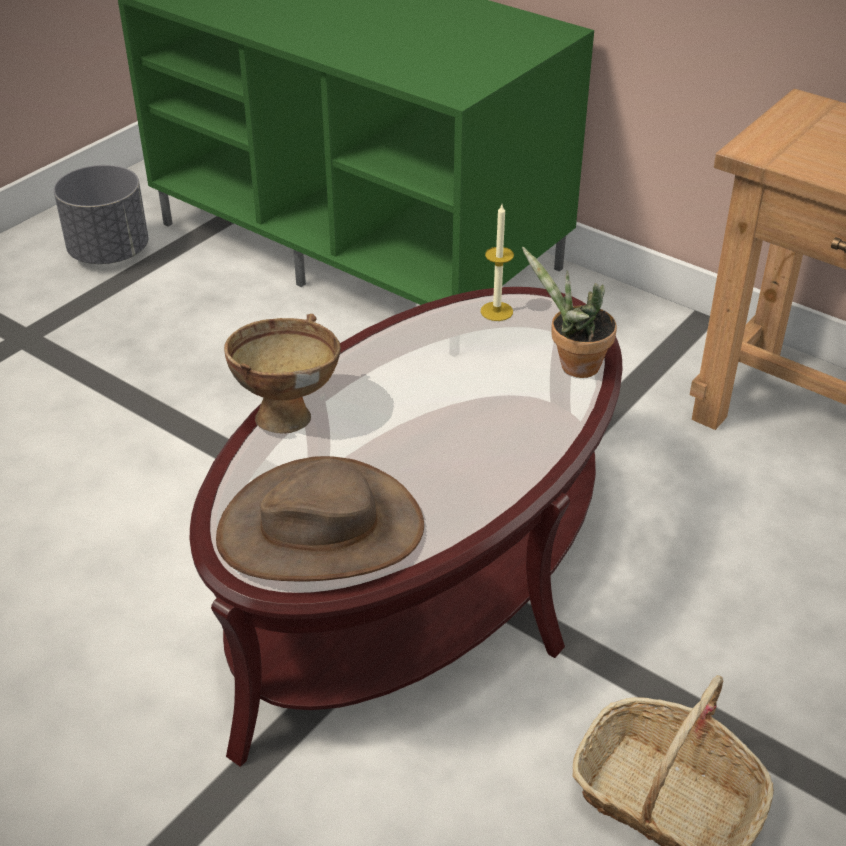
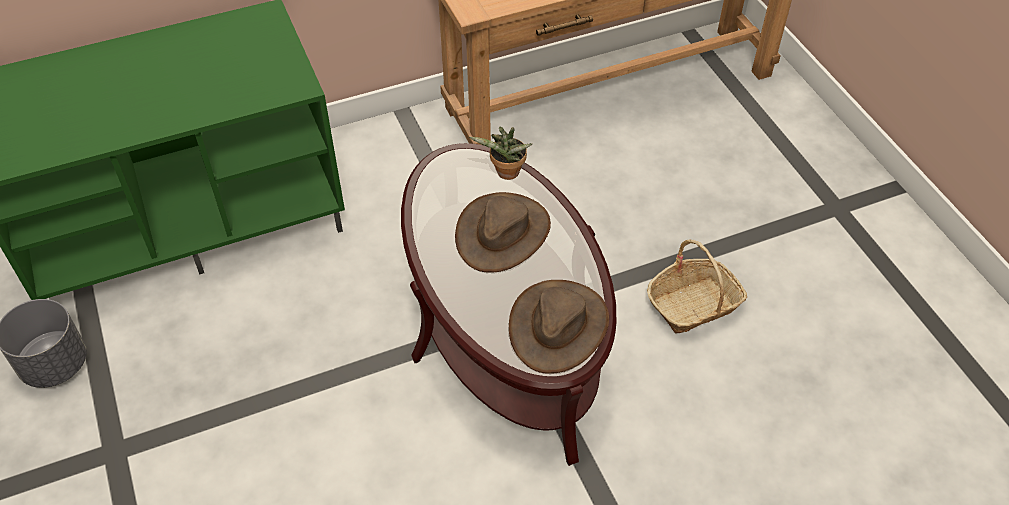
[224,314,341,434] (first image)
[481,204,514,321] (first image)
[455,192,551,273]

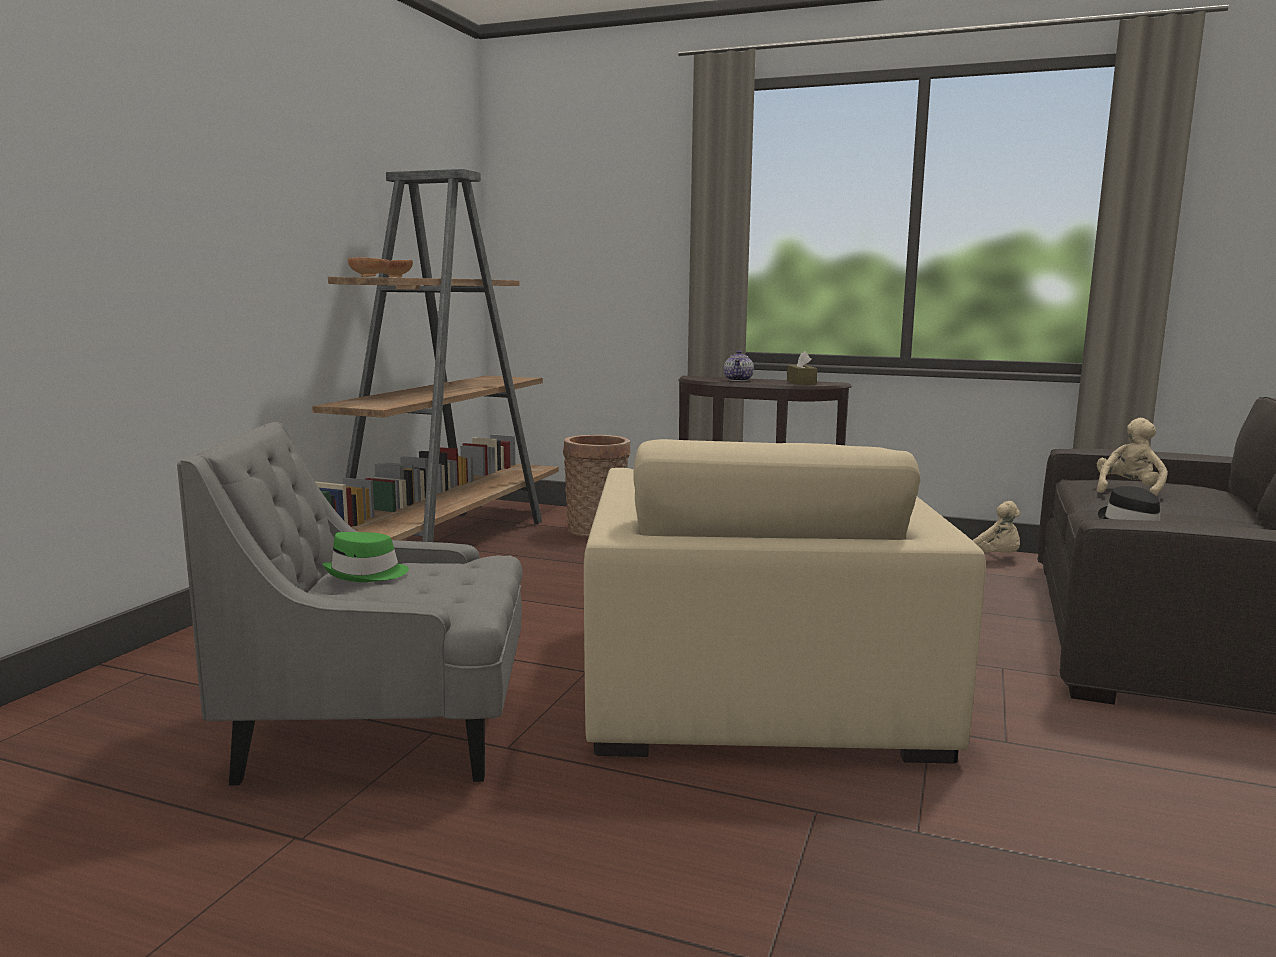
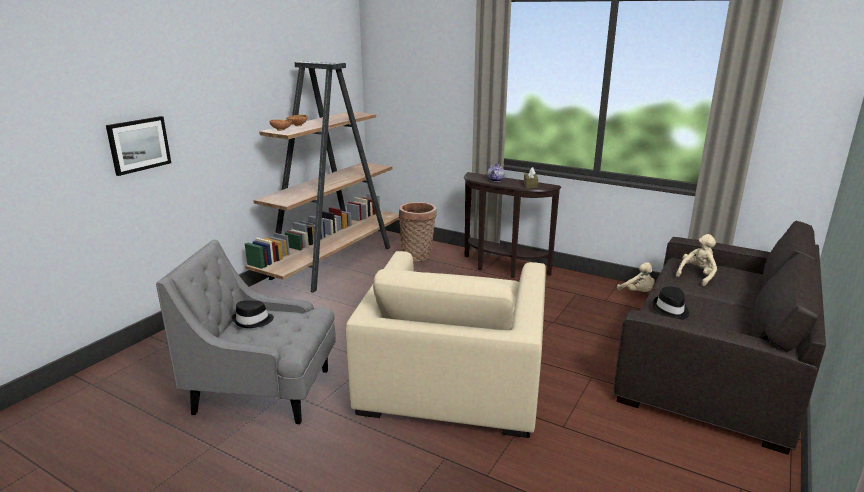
[106,116,171,176]
[231,301,274,328]

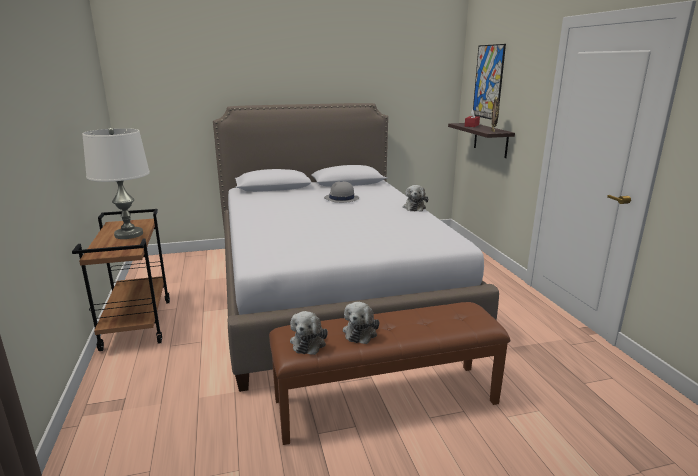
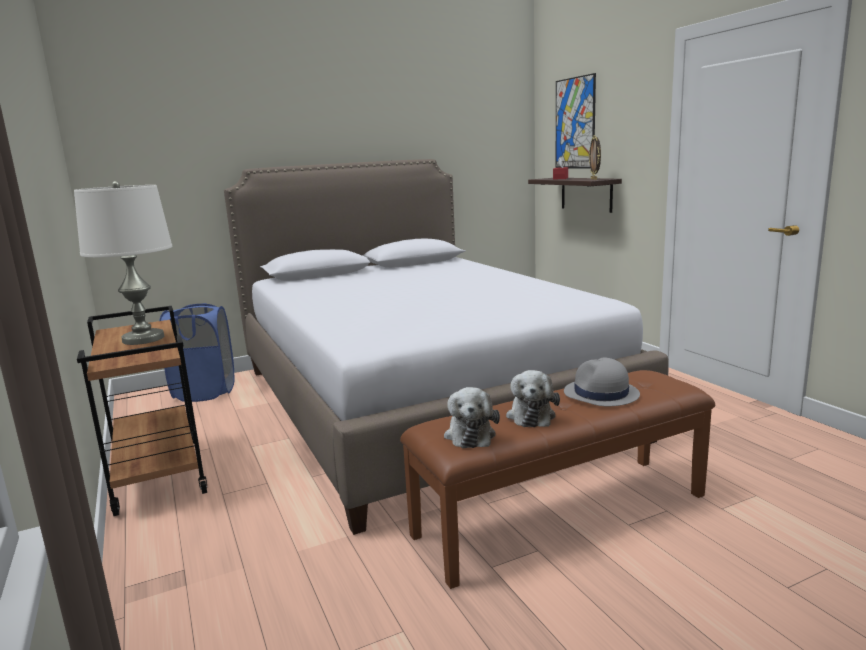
[403,185,428,212] (first image)
[159,303,235,402]
[564,357,640,406]

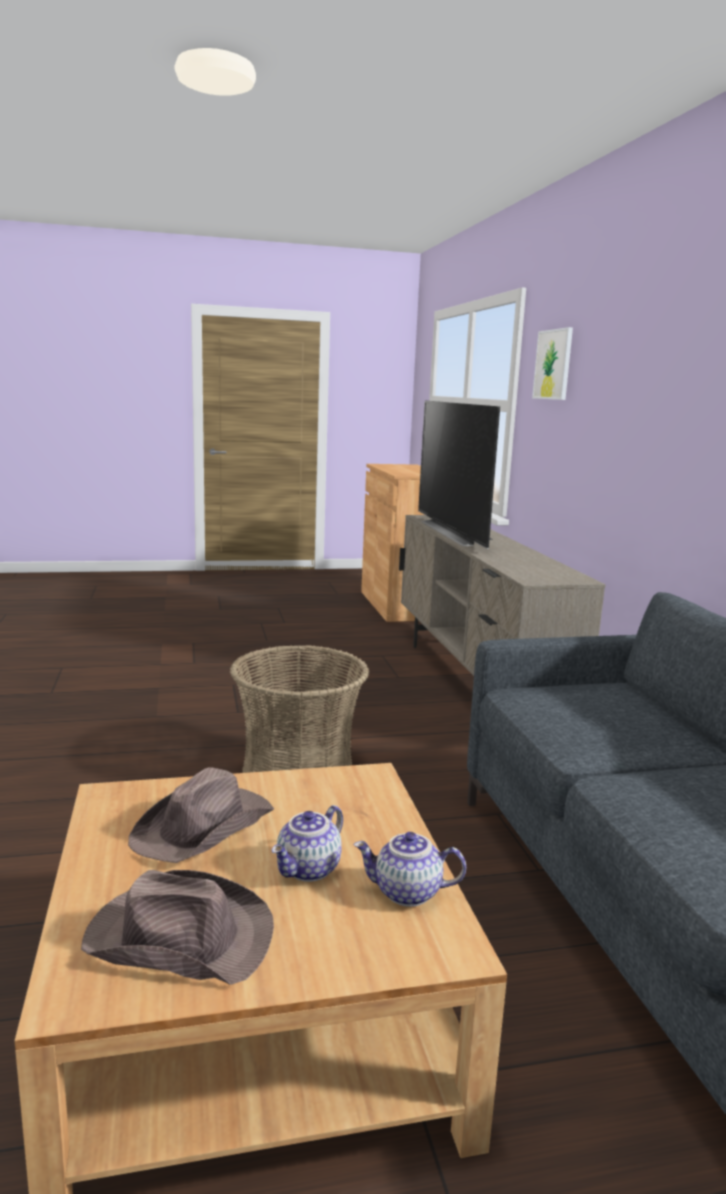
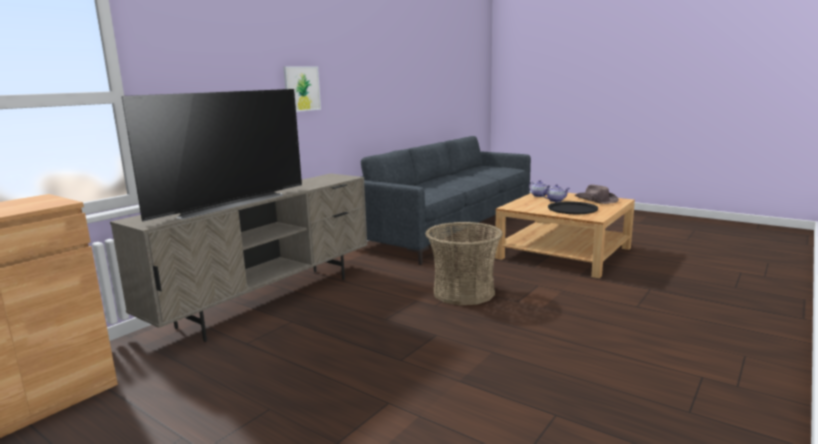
[284,66,321,112]
[548,201,598,214]

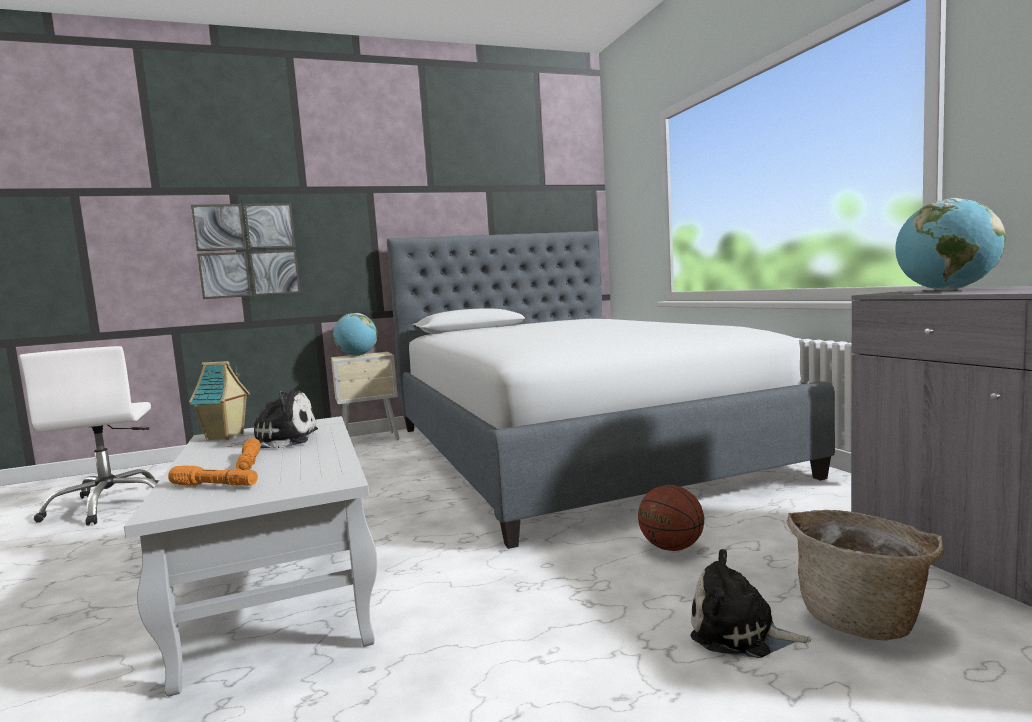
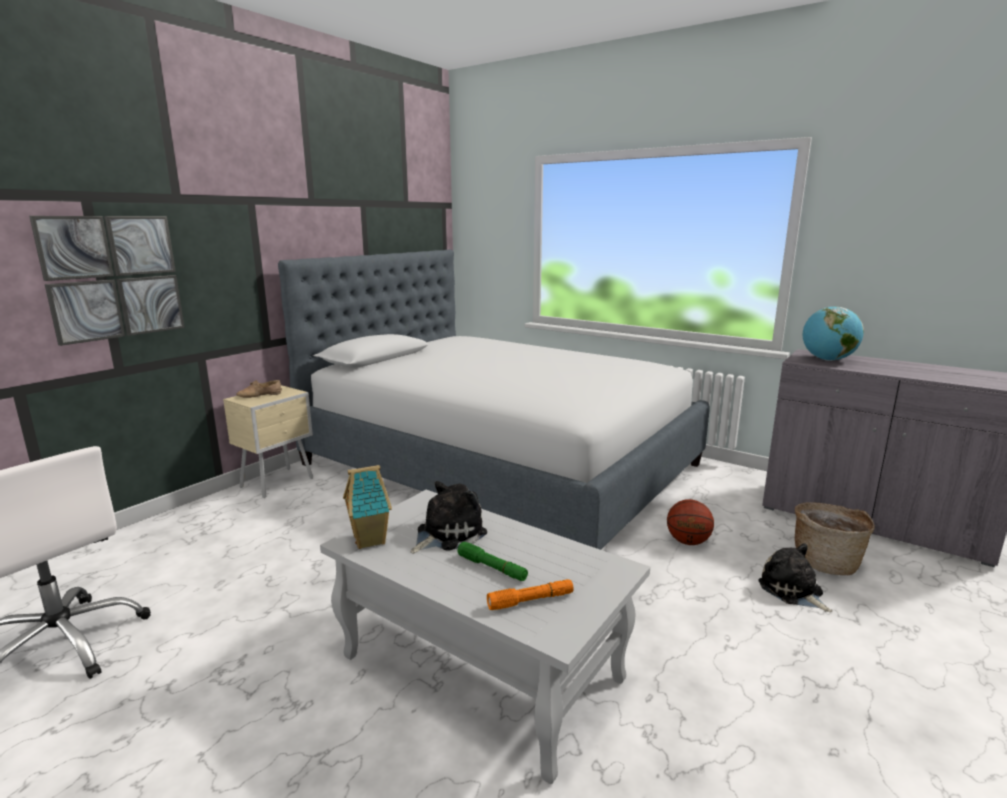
[236,380,282,398]
[457,542,528,581]
[758,543,832,612]

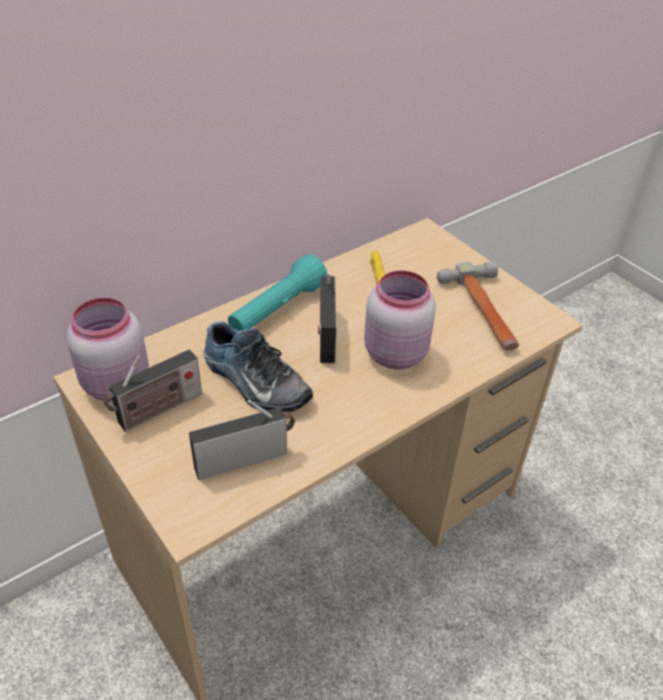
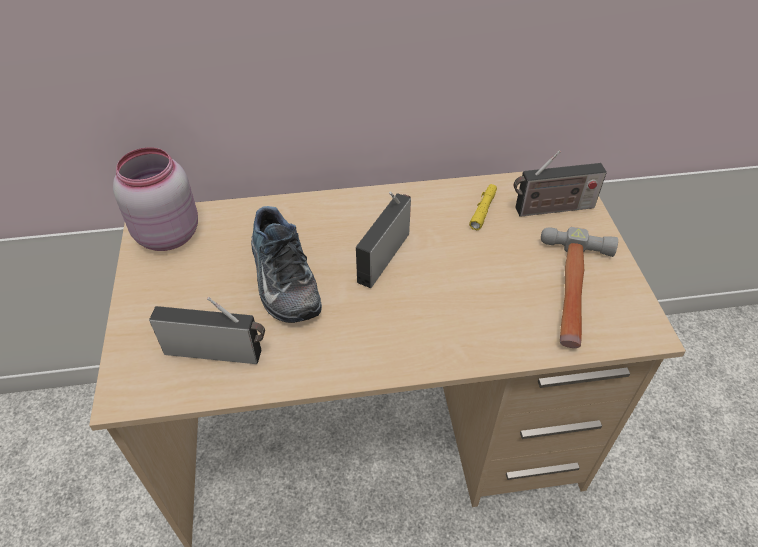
[228,254,327,331] (first image)
[364,270,436,369] (first image)
[514,150,607,217]

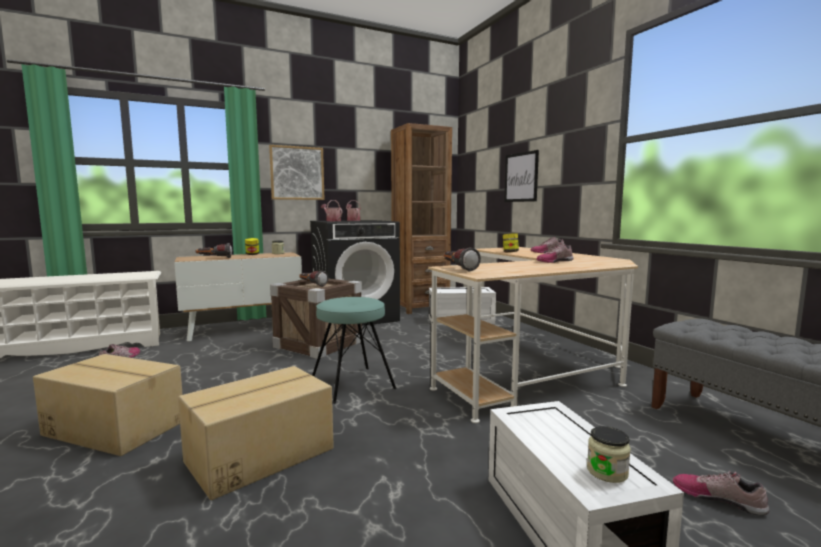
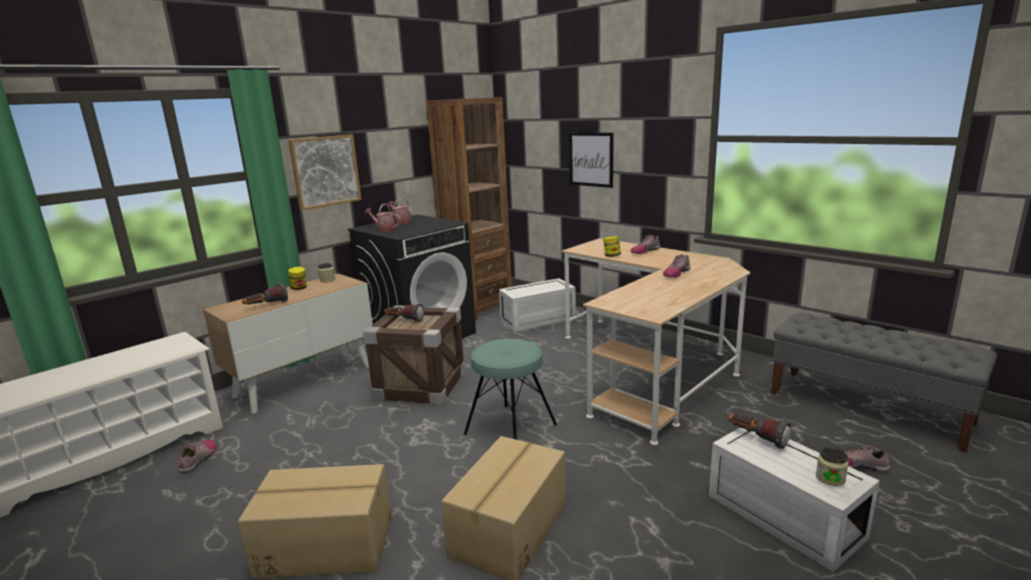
[728,414,791,449]

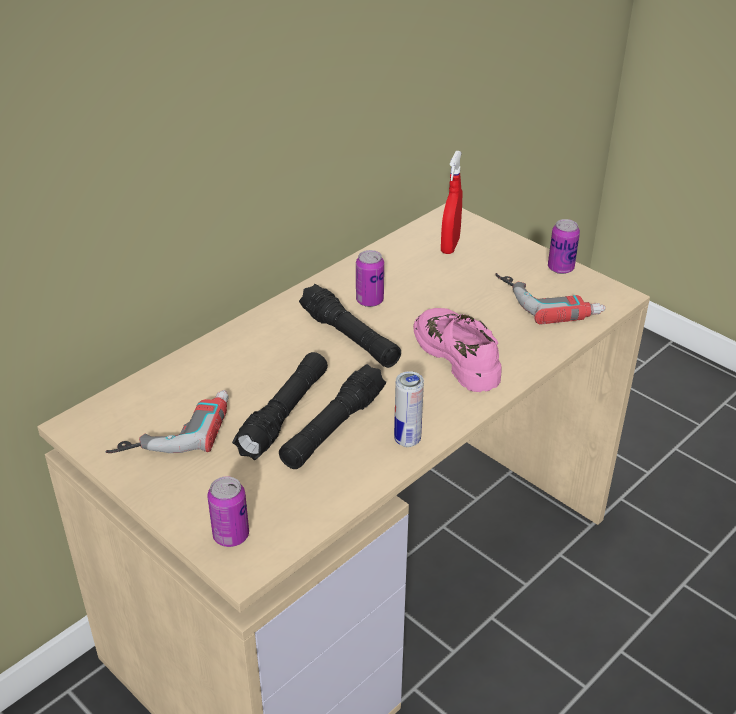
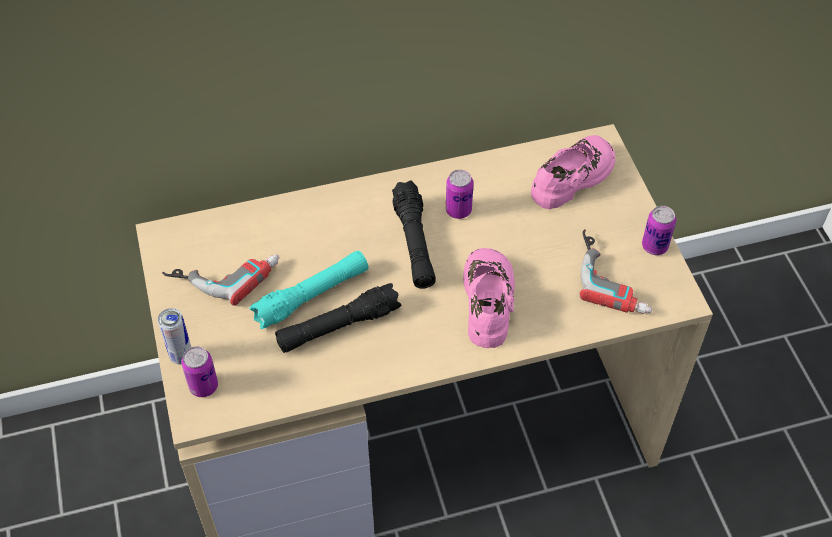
[158,308,191,365]
[531,135,615,209]
[249,250,369,329]

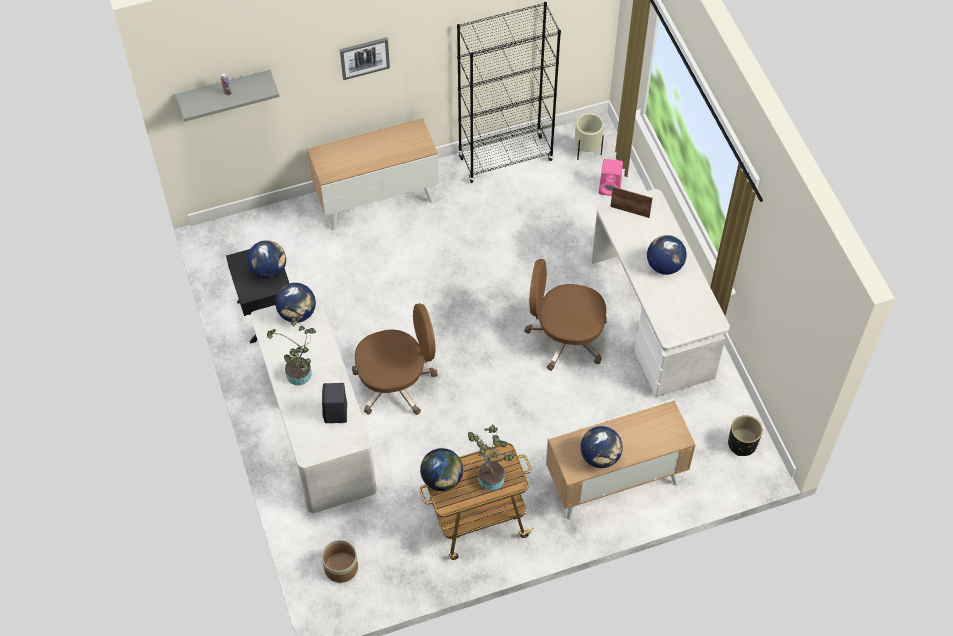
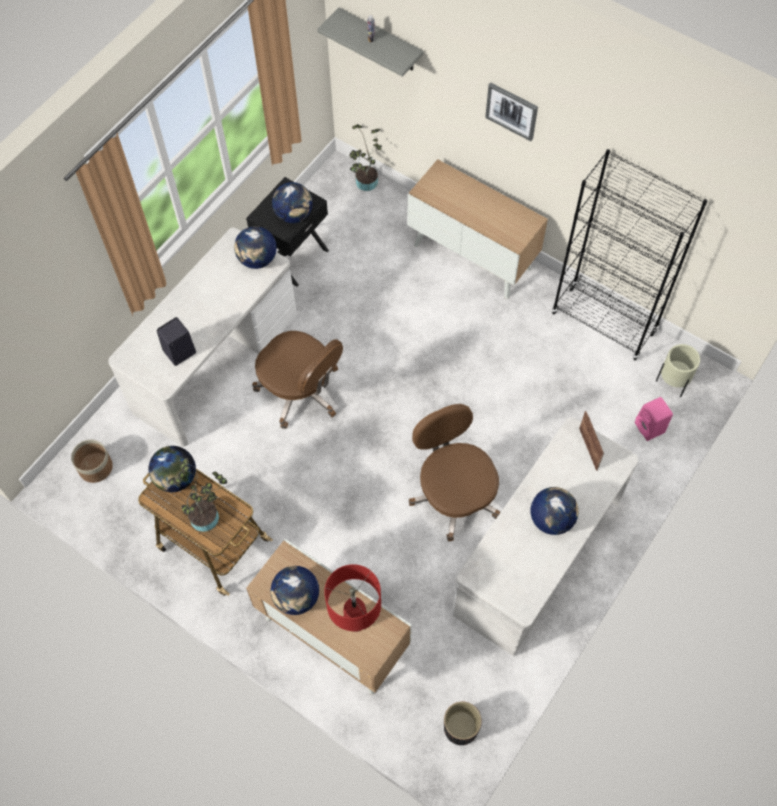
[324,564,381,632]
[349,124,382,191]

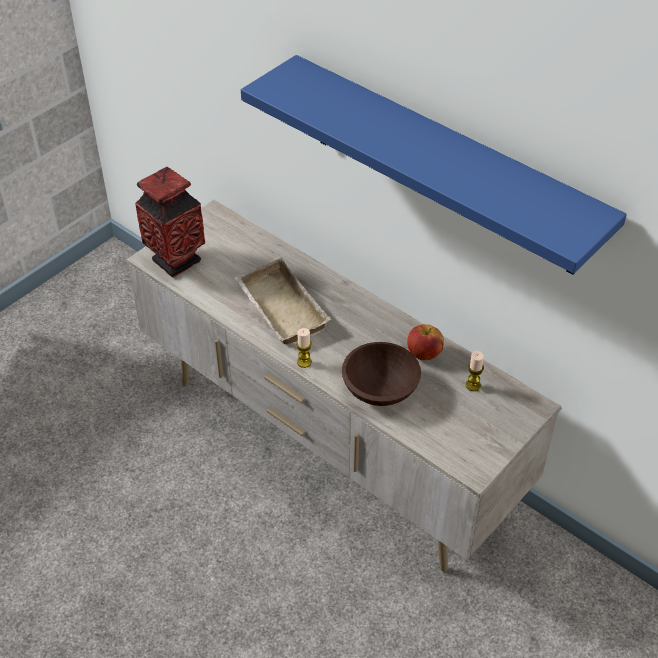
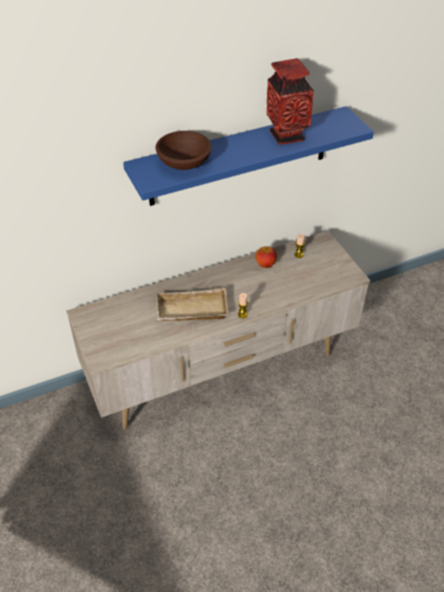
[267,58,314,145]
[155,131,212,170]

